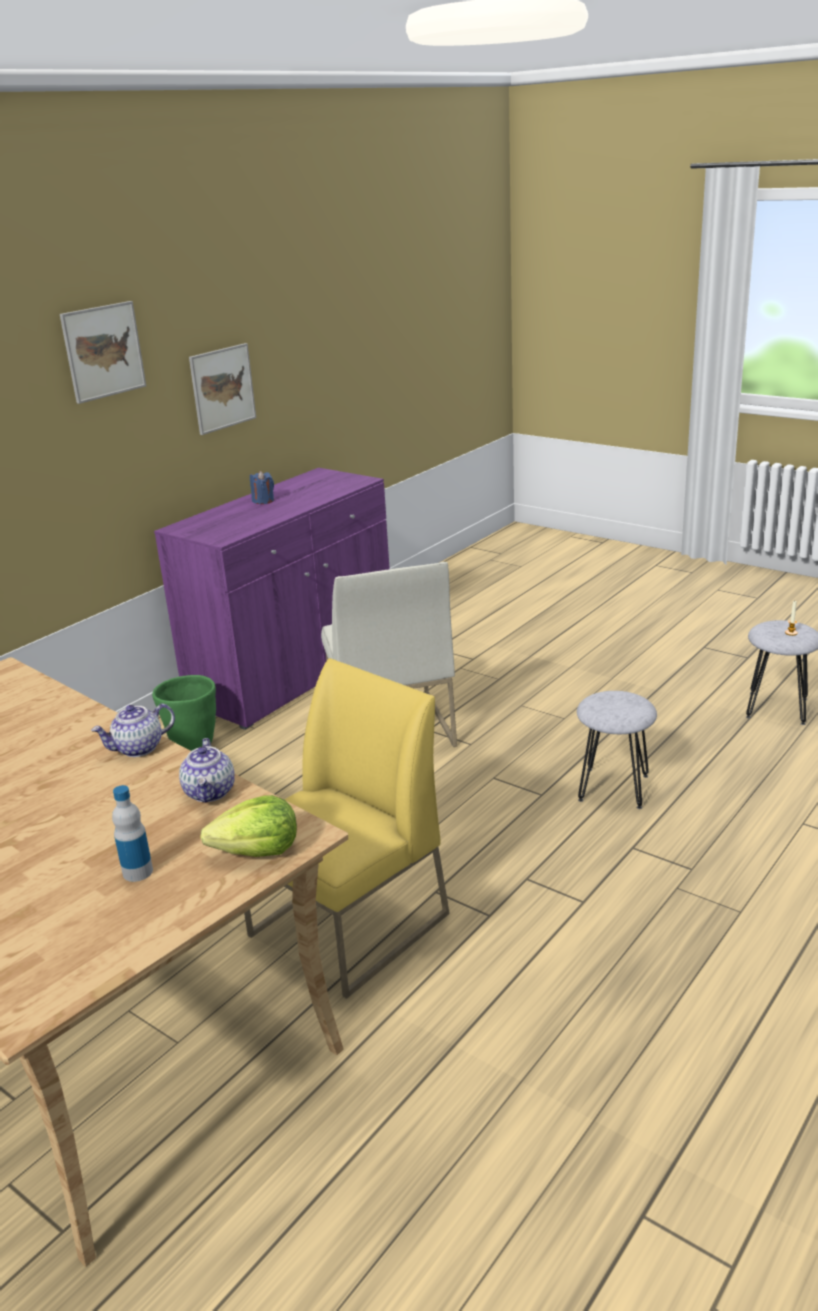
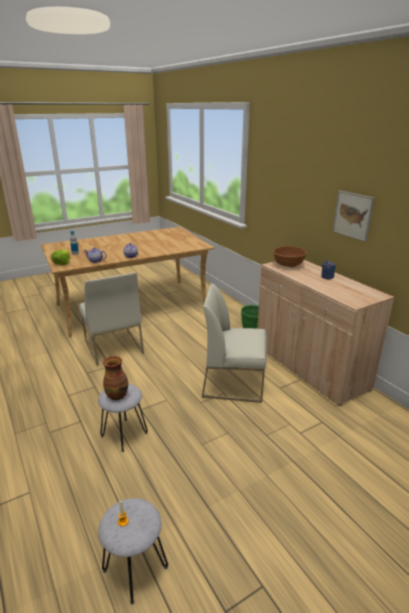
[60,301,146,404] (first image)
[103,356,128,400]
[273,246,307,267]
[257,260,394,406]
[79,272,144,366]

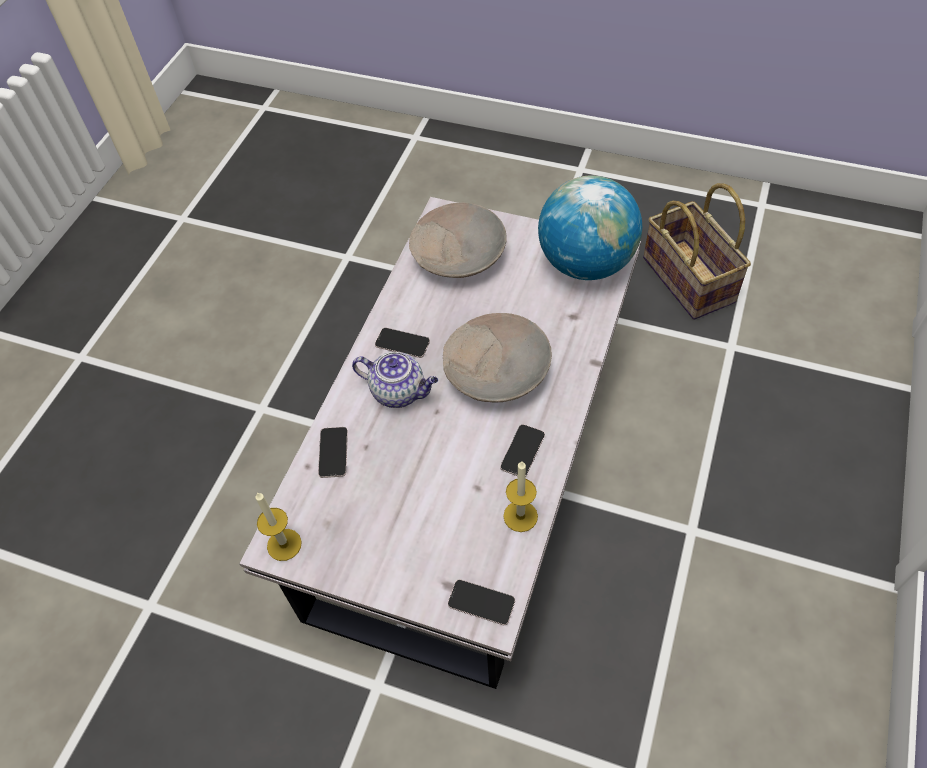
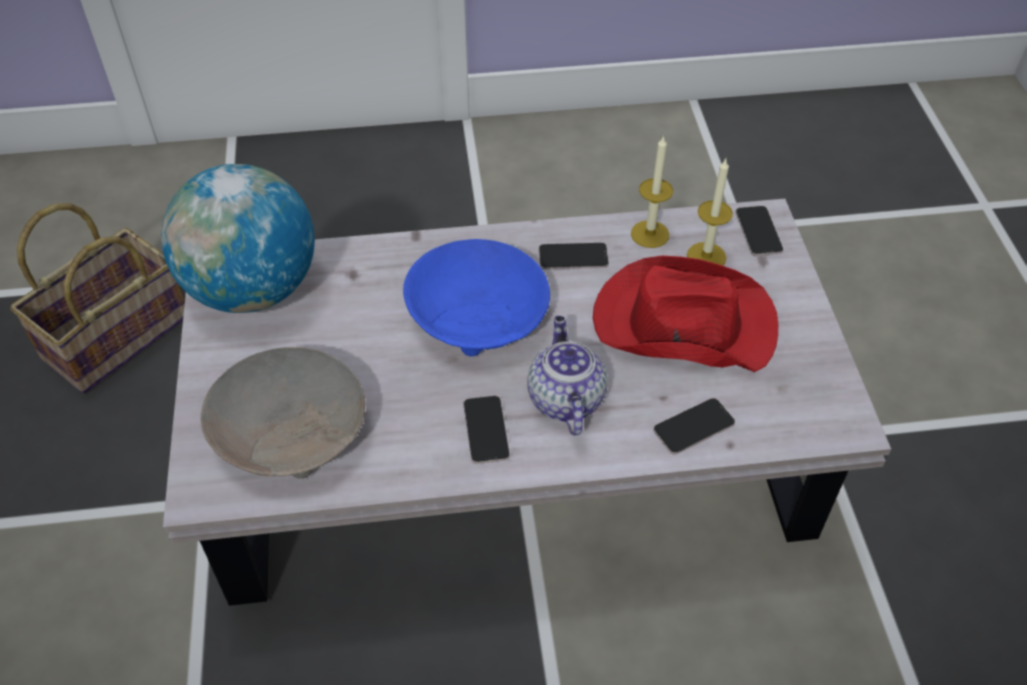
[593,256,778,372]
[687,159,733,266]
[403,239,550,357]

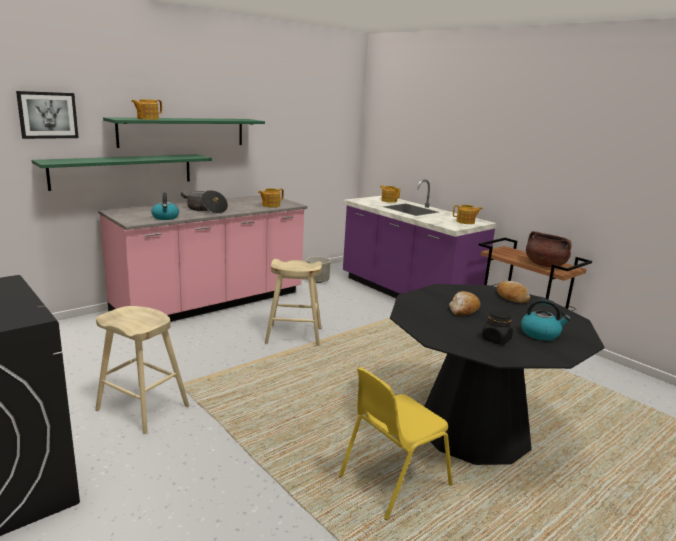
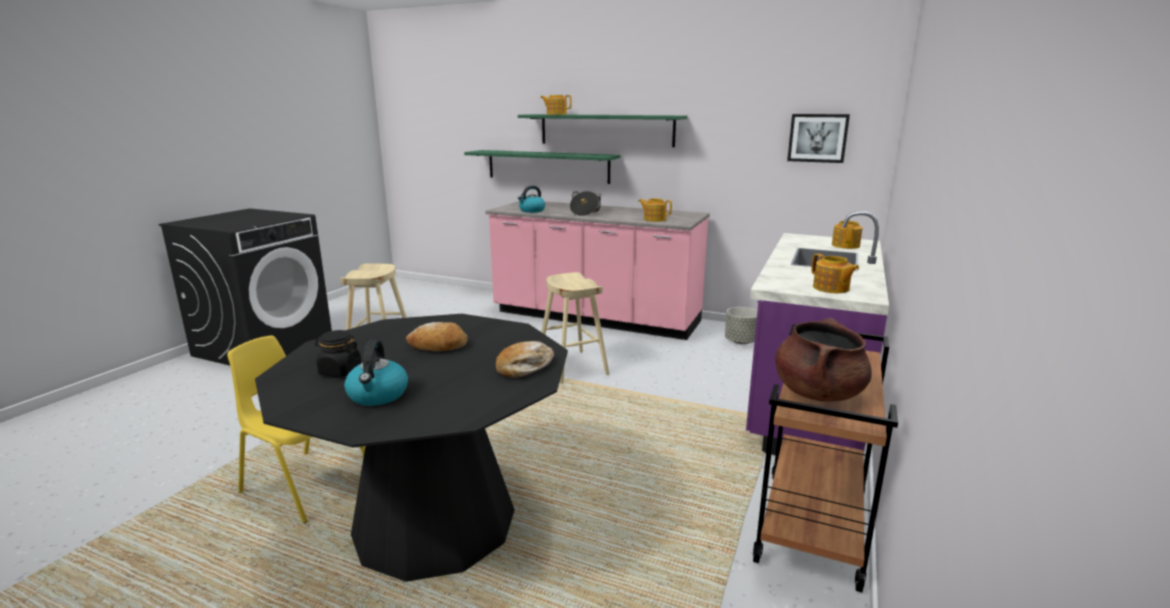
[787,114,850,163]

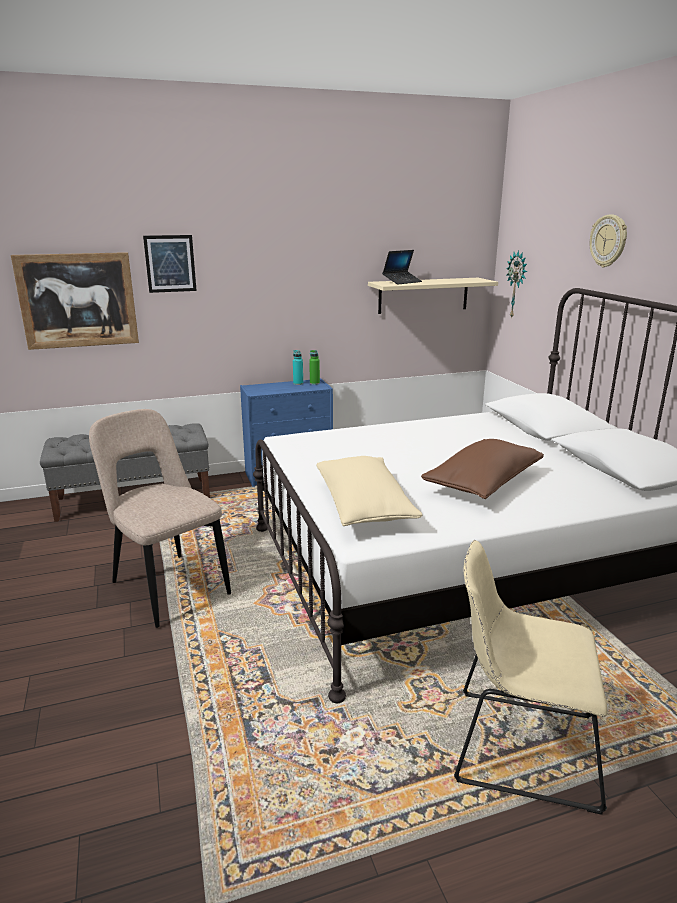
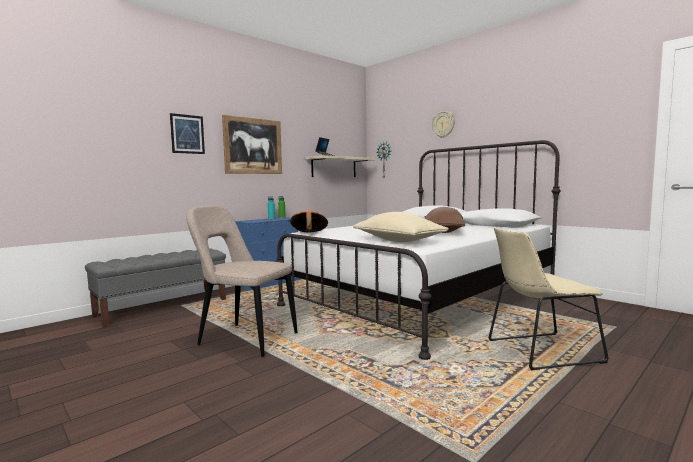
[290,210,328,232]
[222,115,282,174]

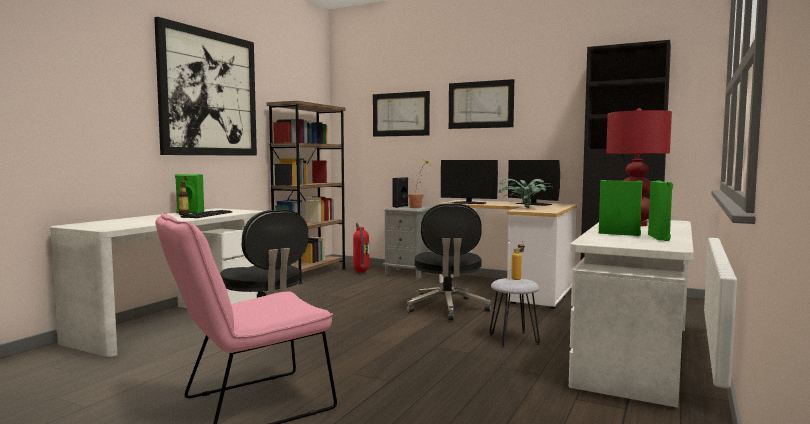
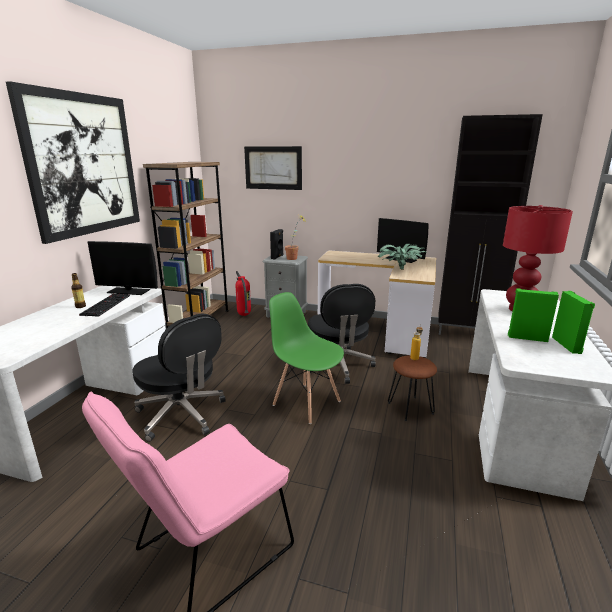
[175,174,204,213] (first image)
[449,79,514,129] (first image)
[269,292,344,424]
[88,241,158,295]
[388,355,437,421]

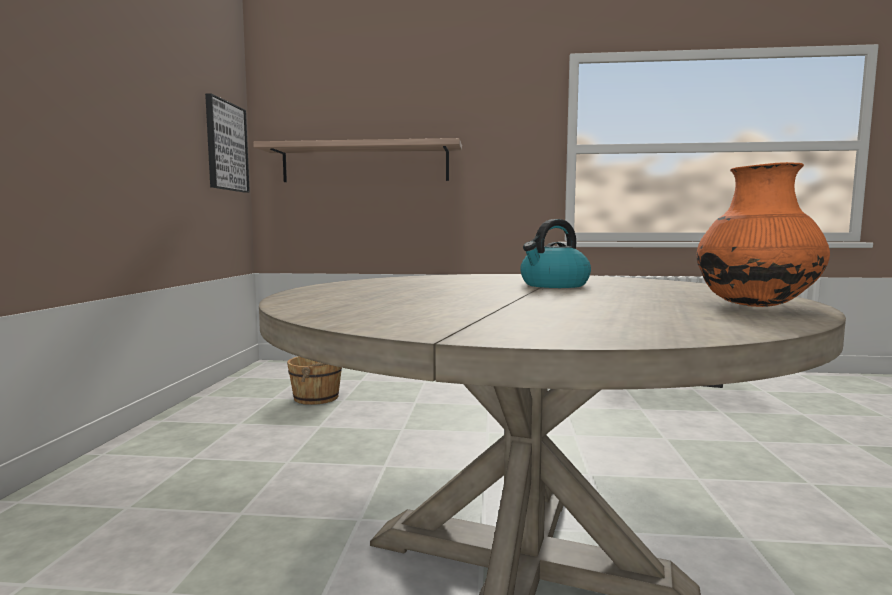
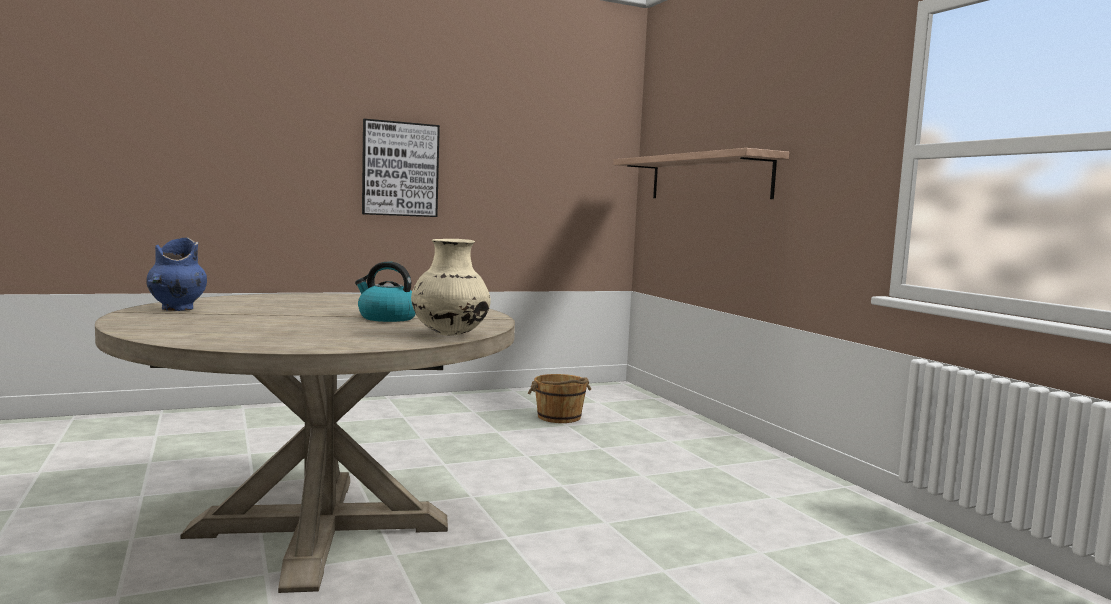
[696,162,830,307] (first image)
[146,238,207,311]
[411,239,491,336]
[362,119,440,217]

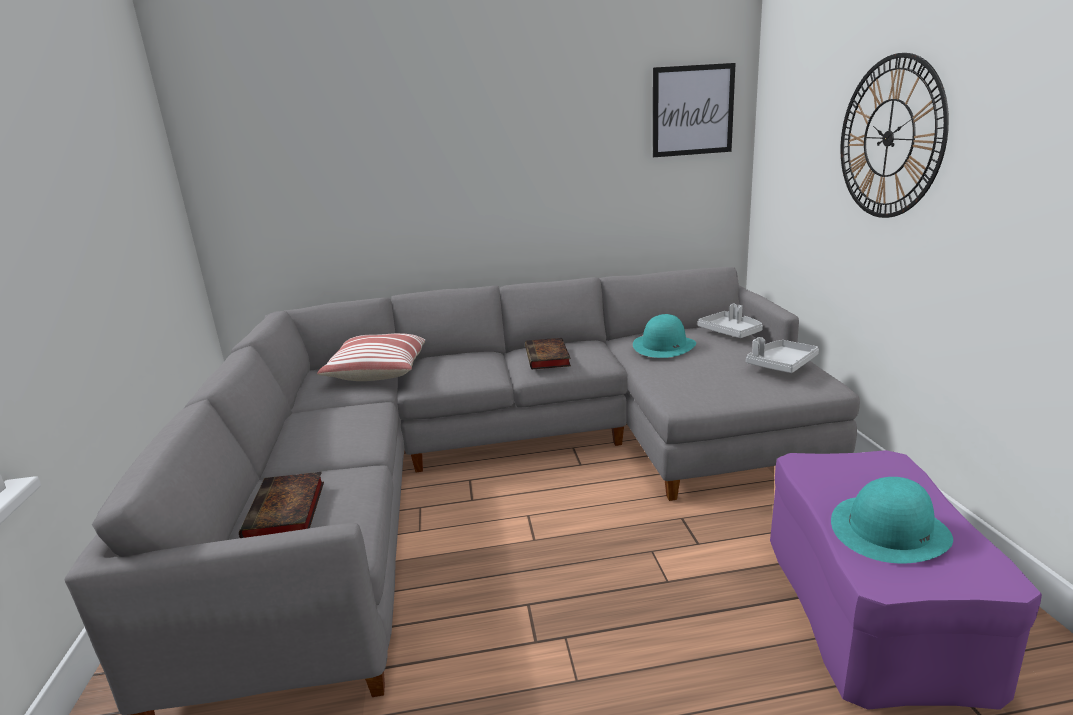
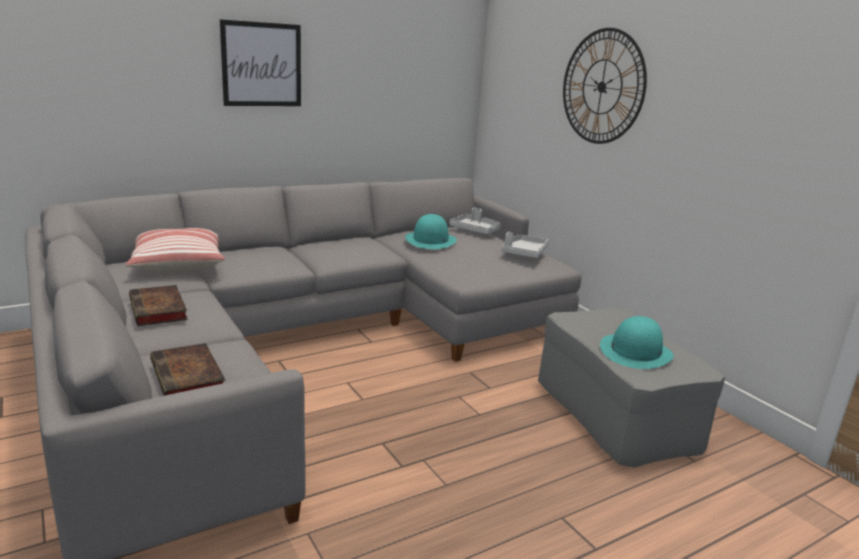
[129,285,188,326]
[220,19,301,106]
[538,307,725,468]

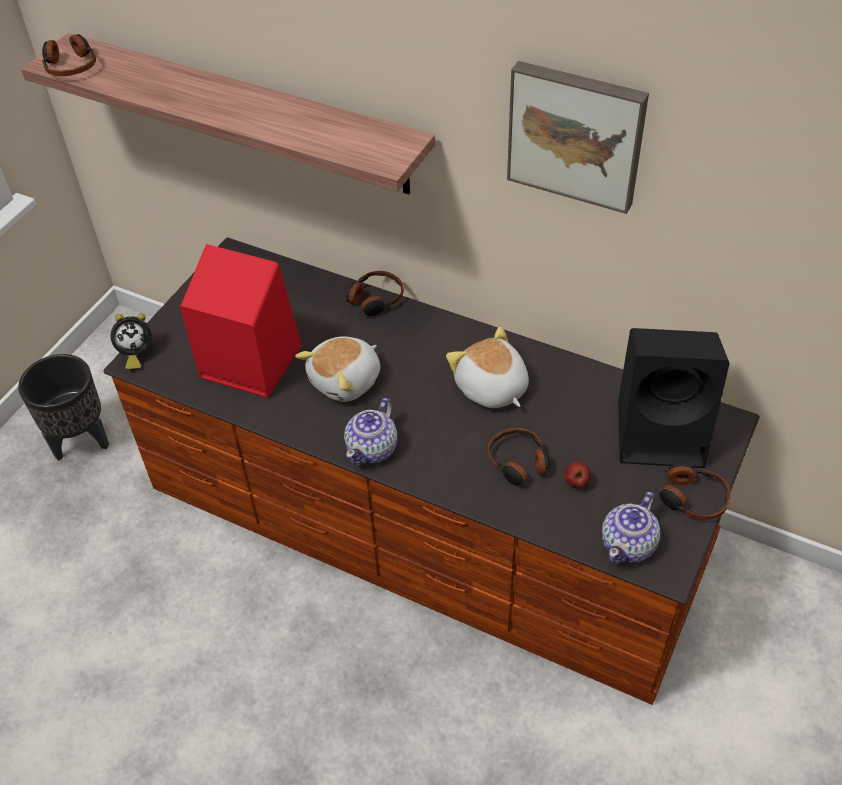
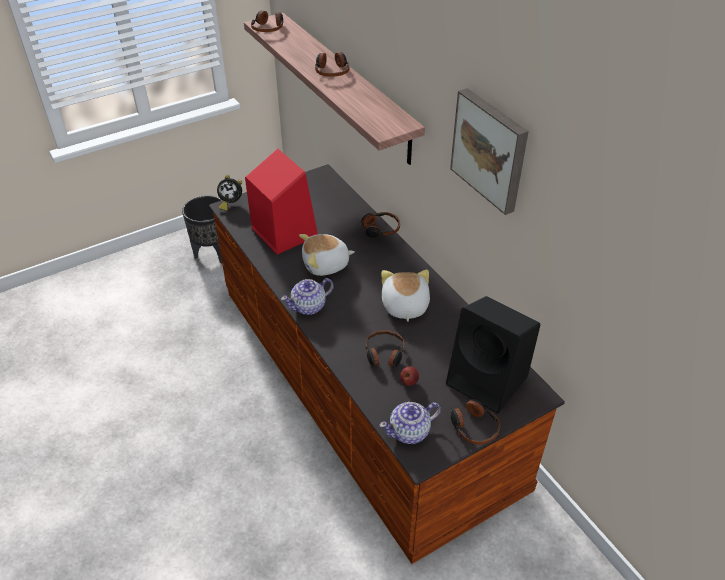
[315,52,349,77]

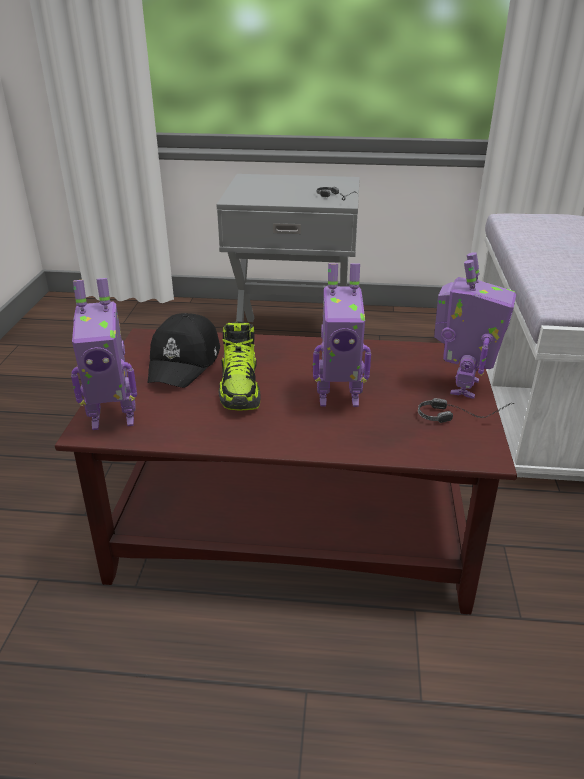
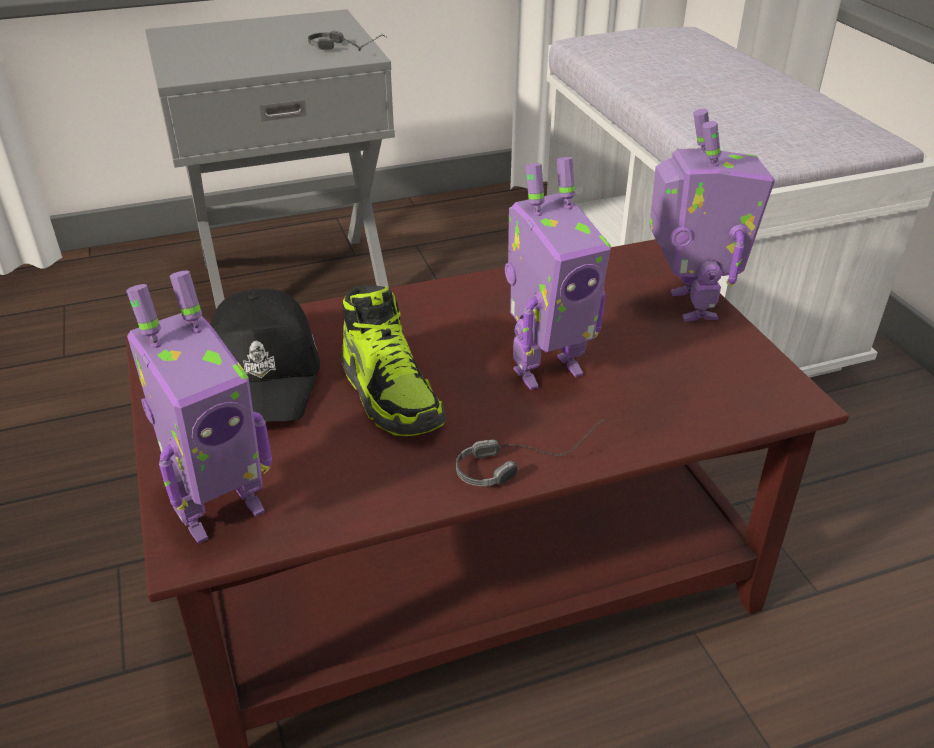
[456,419,605,487]

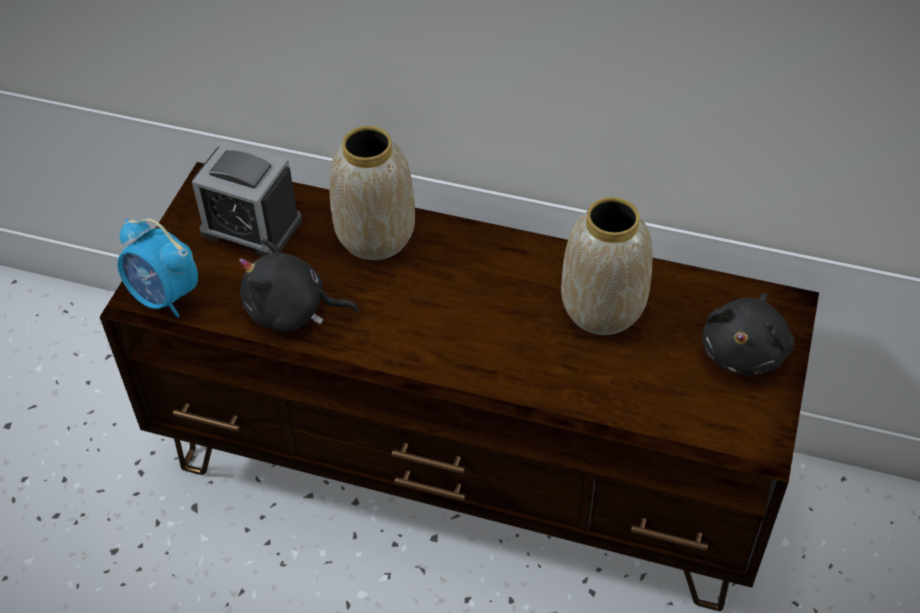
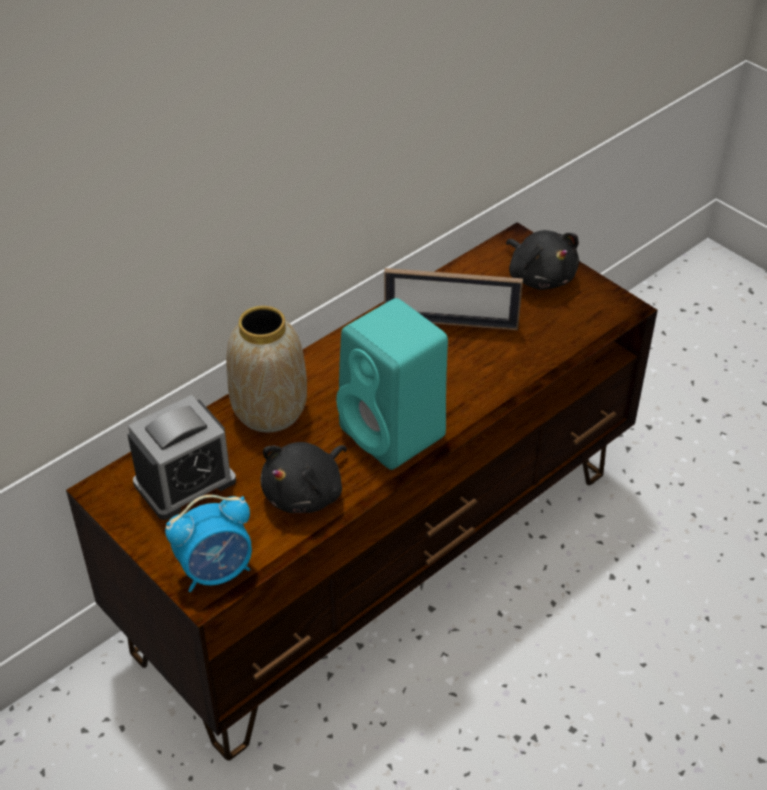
[336,298,448,470]
[384,268,523,330]

